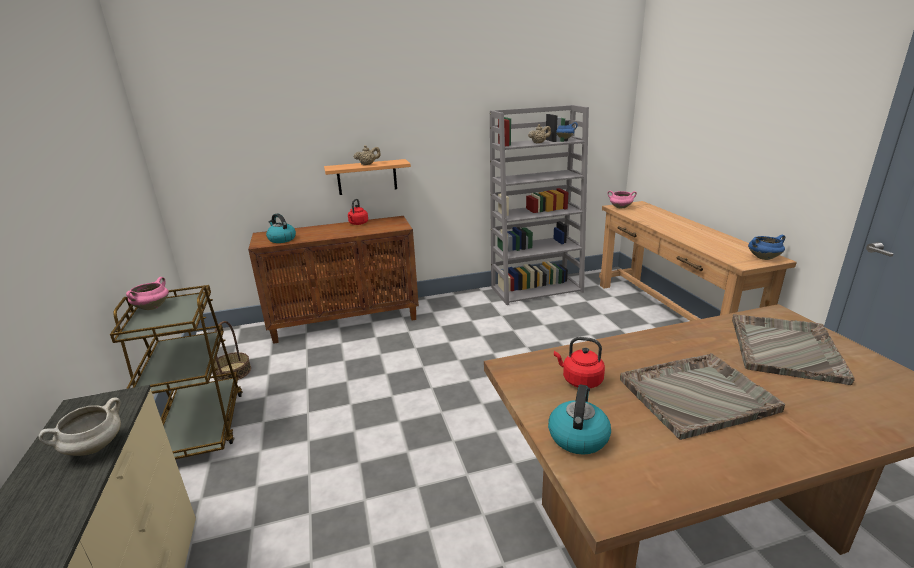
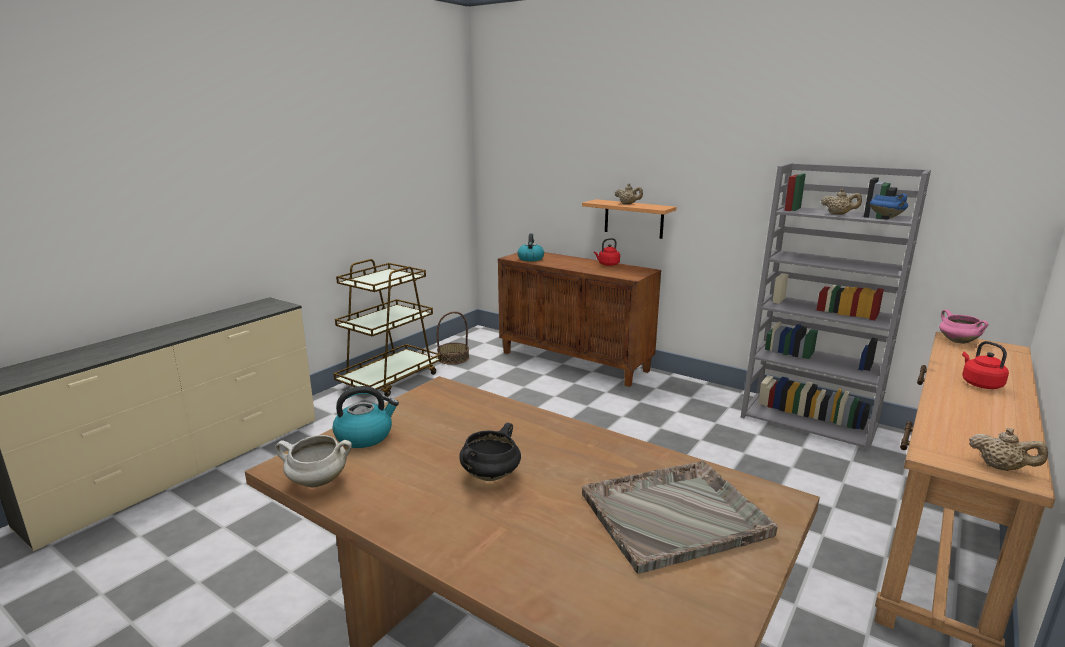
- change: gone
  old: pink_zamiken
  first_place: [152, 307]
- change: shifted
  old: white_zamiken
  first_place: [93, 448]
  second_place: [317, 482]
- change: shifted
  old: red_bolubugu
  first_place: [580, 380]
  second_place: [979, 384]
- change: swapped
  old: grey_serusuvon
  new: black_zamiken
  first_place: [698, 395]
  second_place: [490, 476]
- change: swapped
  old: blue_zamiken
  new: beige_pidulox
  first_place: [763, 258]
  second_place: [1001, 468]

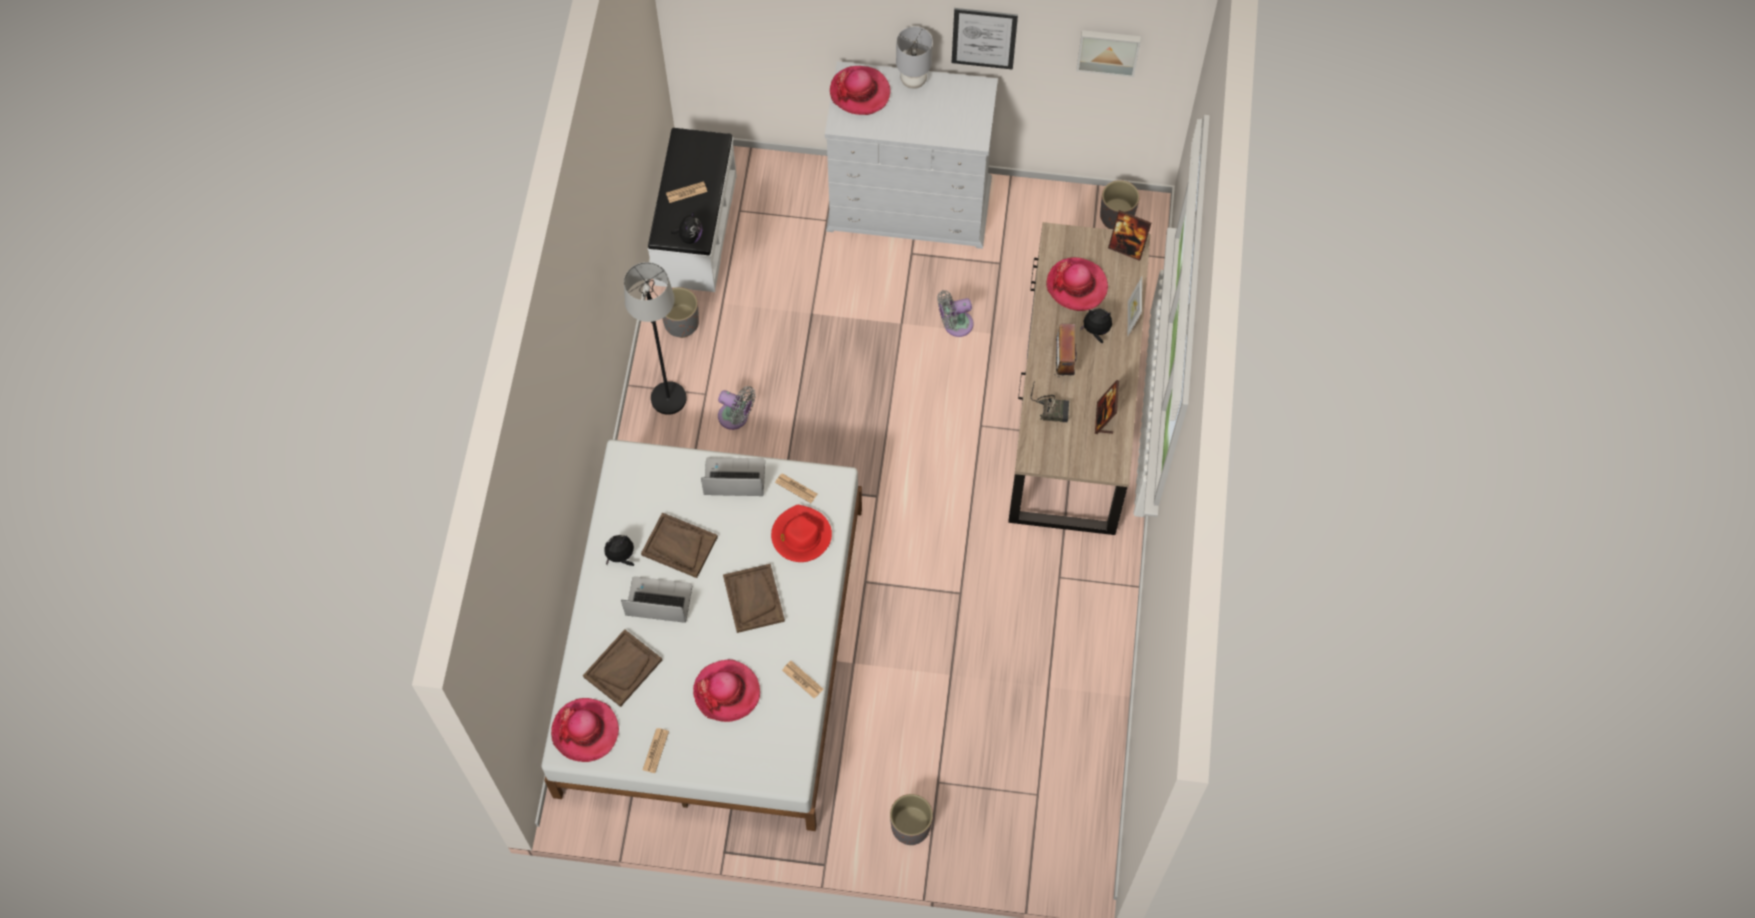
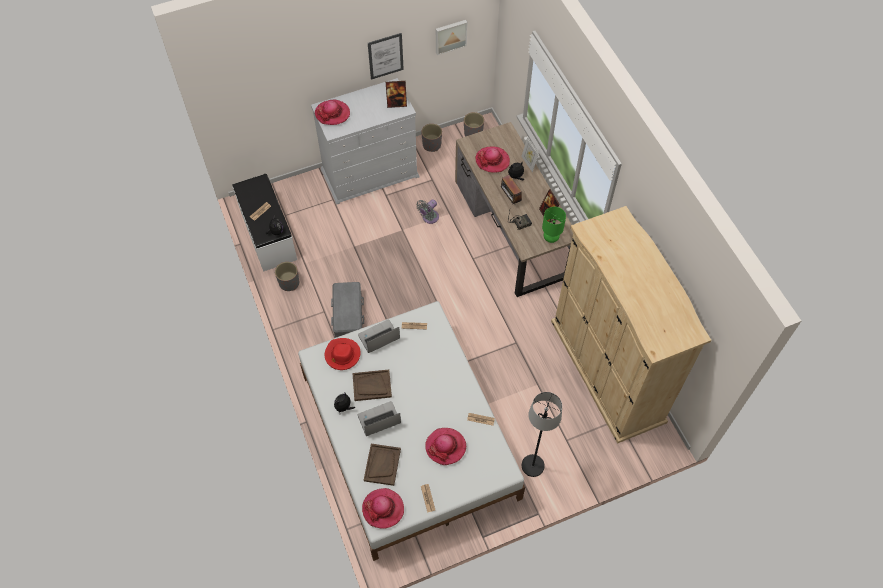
- change: gone
  old: brown_serusuvon
  first_place: [753, 599]
- change: gone
  old: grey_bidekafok
  first_place: [913, 80]
- change: new
  new: green_bidekafok
  second_place: [551, 238]
- change: new
  new: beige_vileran
  second_place: [607, 370]
- change: shifted
  old: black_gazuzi
  first_place: [669, 399]
  second_place: [533, 466]
- change: shifted
  old: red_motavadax
  first_place: [801, 536]
  second_place: [342, 355]
- change: shifted
  old: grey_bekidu
  first_place: [910, 826]
  second_place: [431, 145]
- change: shifted
  old: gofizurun
  first_place: [1127, 248]
  second_place: [396, 103]
- change: swapped
  old: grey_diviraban
  new: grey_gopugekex
  first_place: [736, 417]
  second_place: [347, 315]

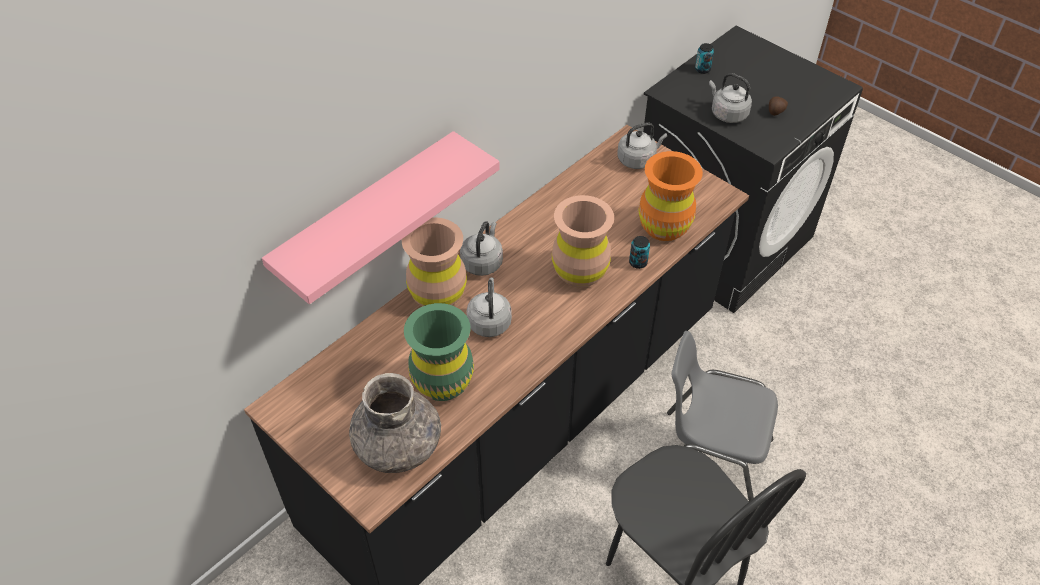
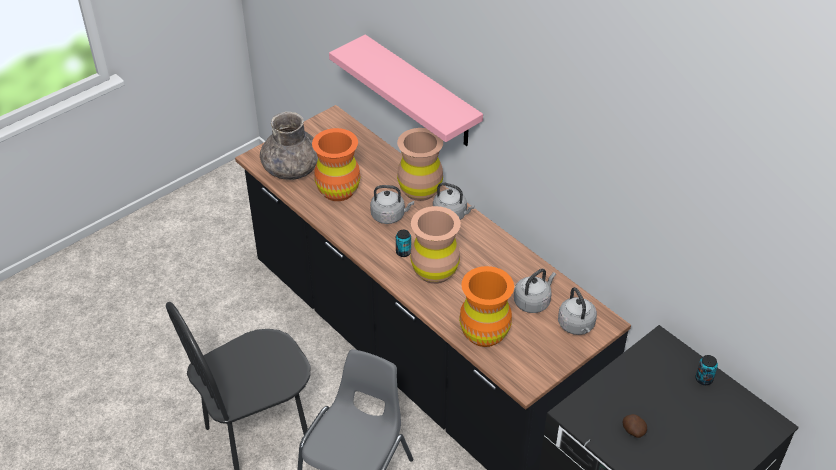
- change: shifted
  old: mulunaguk
  first_place: [638, 262]
  second_place: [403, 252]
- change: shifted
  old: grey_bolubugu
  first_place: [727, 113]
  second_place: [533, 301]
- change: repainted
  old: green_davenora
  new: orange_davenora
  first_place: [442, 382]
  second_place: [338, 190]

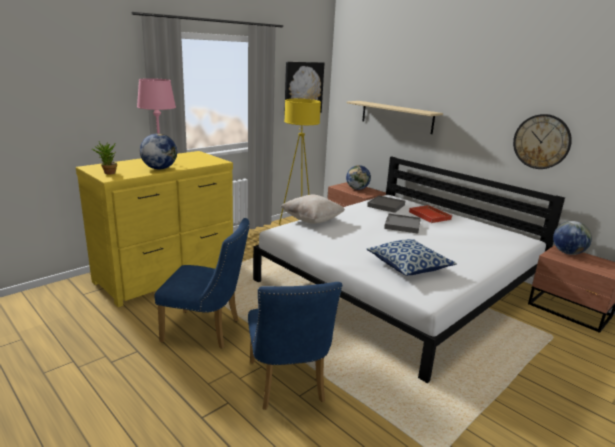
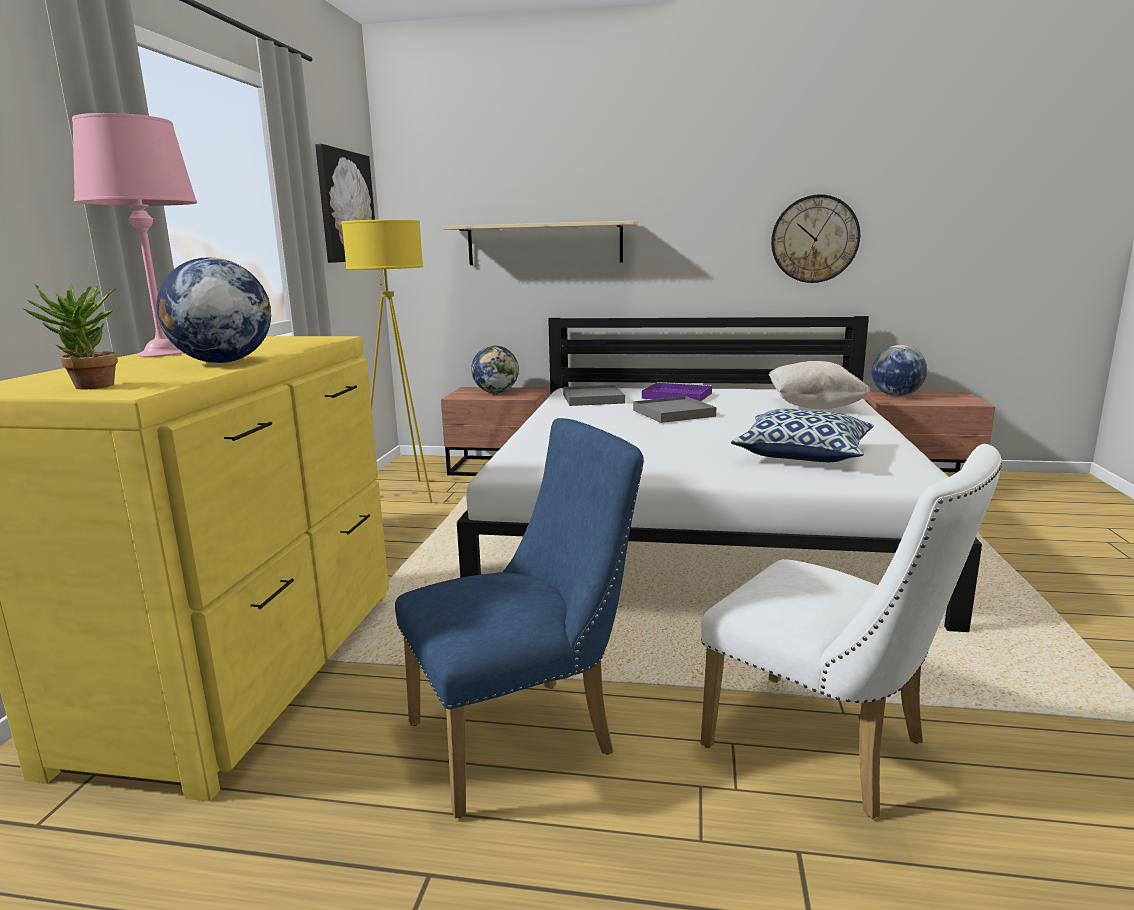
- change: shifted
  old: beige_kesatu
  first_place: [312, 220]
  second_place: [814, 407]
- change: repainted
  old: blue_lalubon
  new: white_lalubon
  first_place: [287, 386]
  second_place: [829, 750]
- change: repainted
  old: red_serusuvon
  new: purple_serusuvon
  first_place: [429, 215]
  second_place: [675, 396]

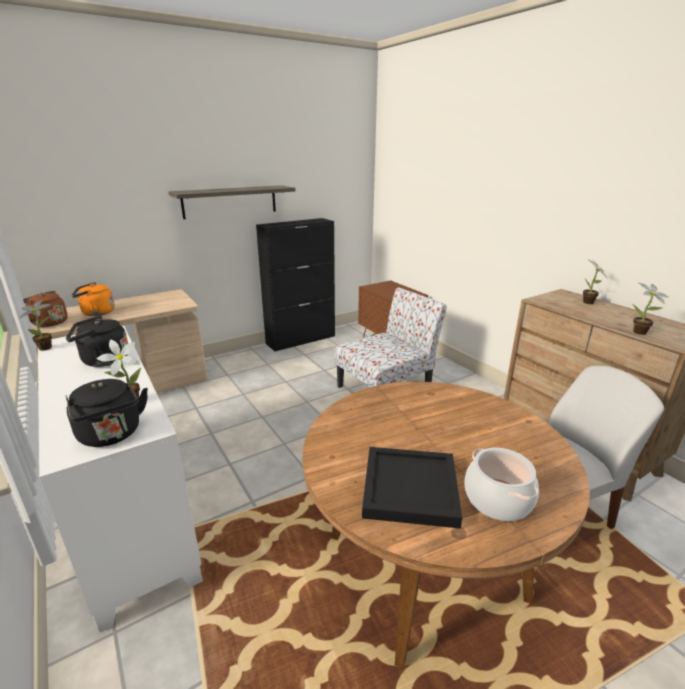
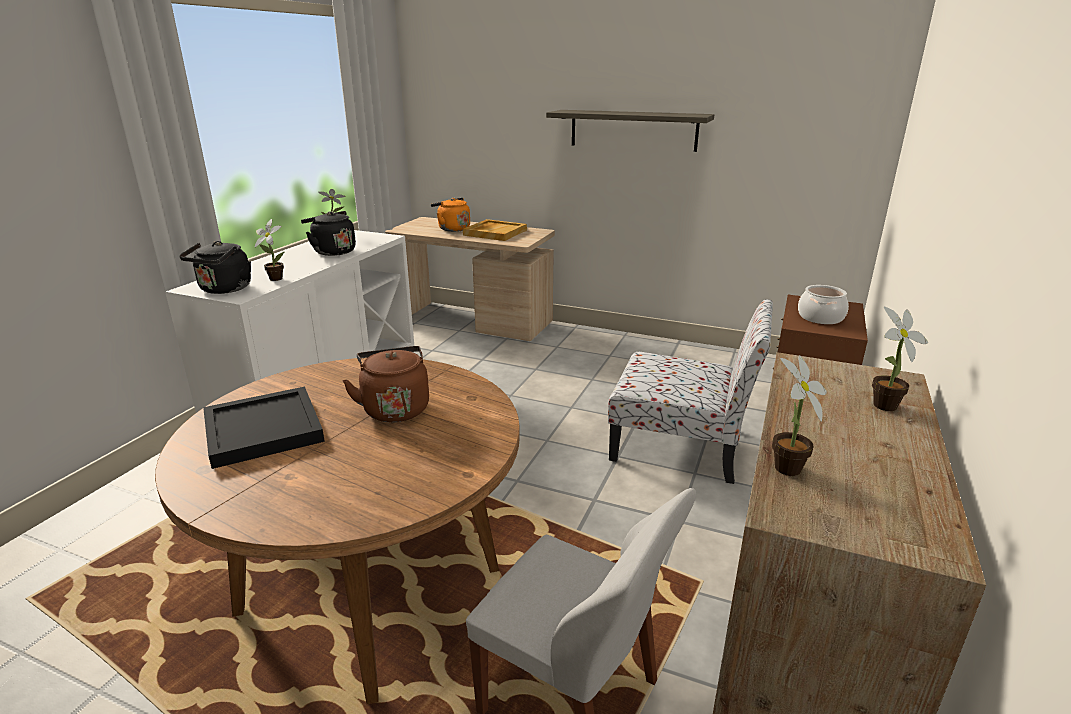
- change: gone
  old: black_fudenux
  first_place: [301, 339]
- change: new
  new: beige_serusuvon
  second_place: [495, 232]
- change: shifted
  old: brown_bolubugu
  first_place: [48, 323]
  second_place: [395, 408]
- change: shifted
  old: zamiken
  first_place: [497, 499]
  second_place: [820, 317]

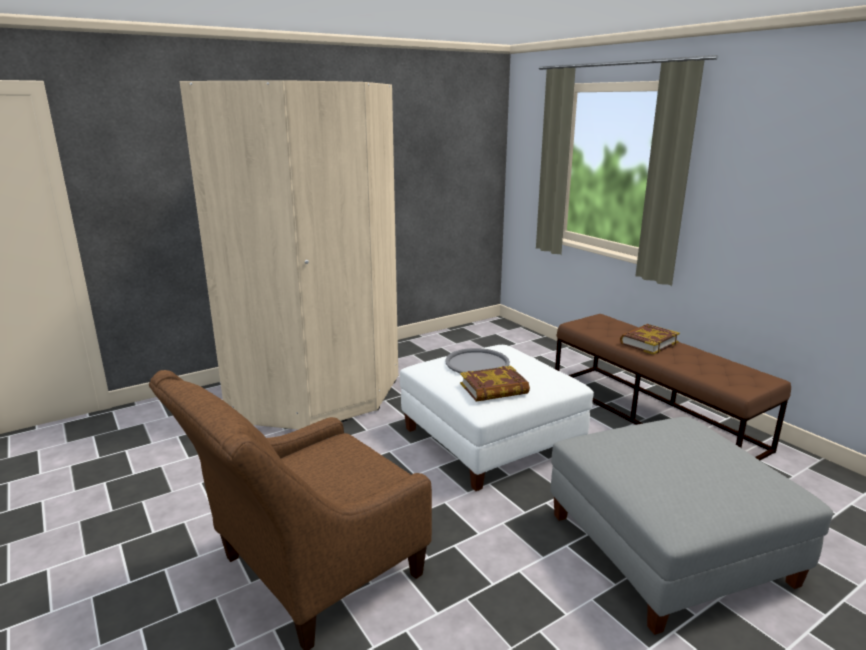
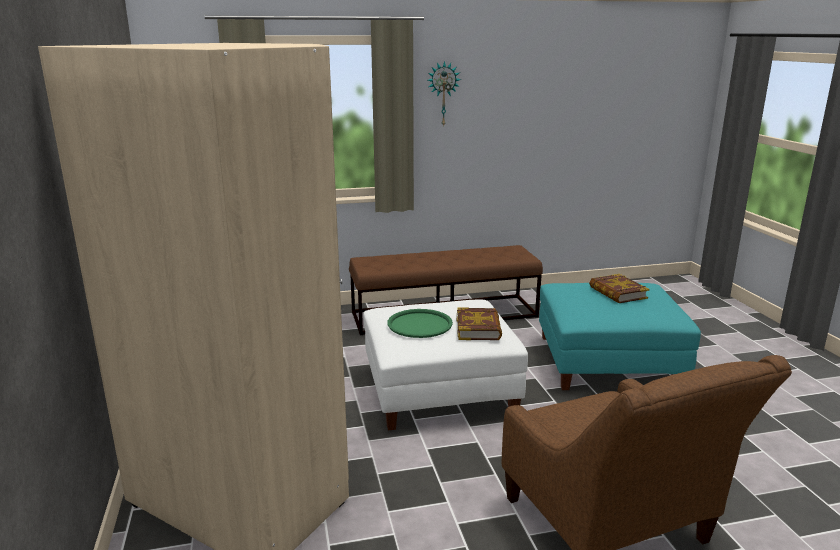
- change: new
  new: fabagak
  second_place: [443, 94]
- change: shifted
  old: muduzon
  first_place: [648, 343]
  second_place: [617, 293]
- change: repainted
  old: grey_serusuvon
  new: green_serusuvon
  first_place: [477, 363]
  second_place: [419, 324]
- change: repainted
  old: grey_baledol
  new: turquoise_baledol
  first_place: [670, 548]
  second_place: [608, 361]

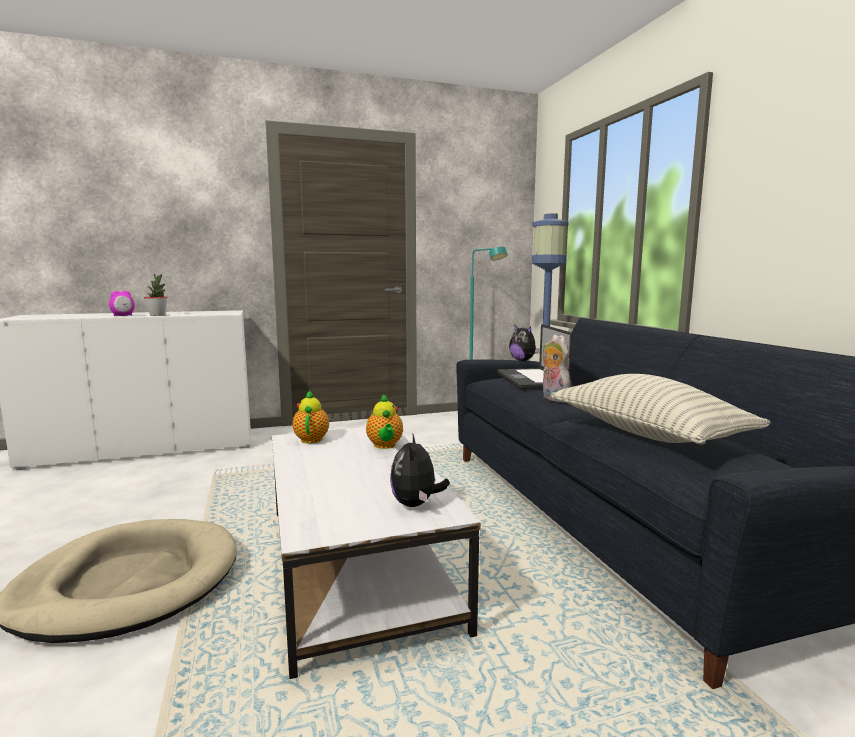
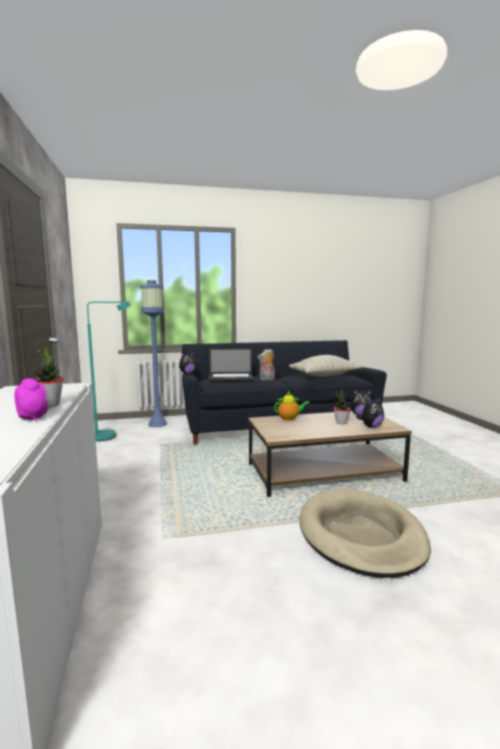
- change: gone
  old: pidulox
  first_place: [312, 439]
- change: new
  new: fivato
  second_place: [341, 422]
- change: new
  new: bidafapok
  second_place: [371, 426]
- change: repainted
  old: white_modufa
  new: brown_modufa
  first_place: [358, 565]
  second_place: [324, 472]

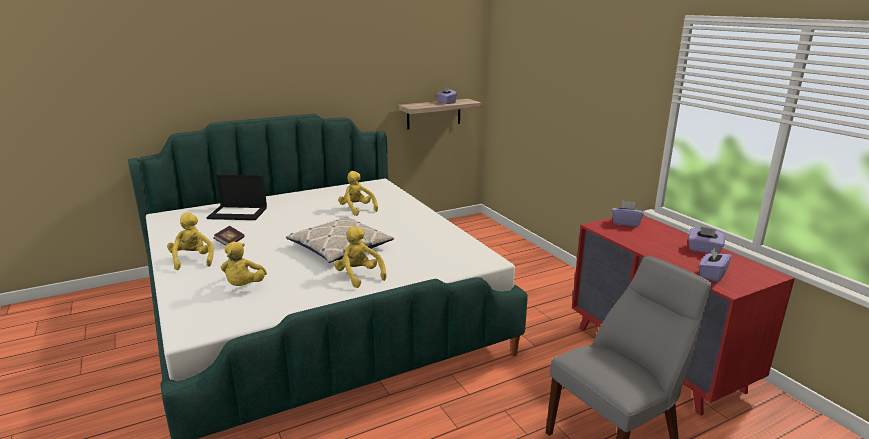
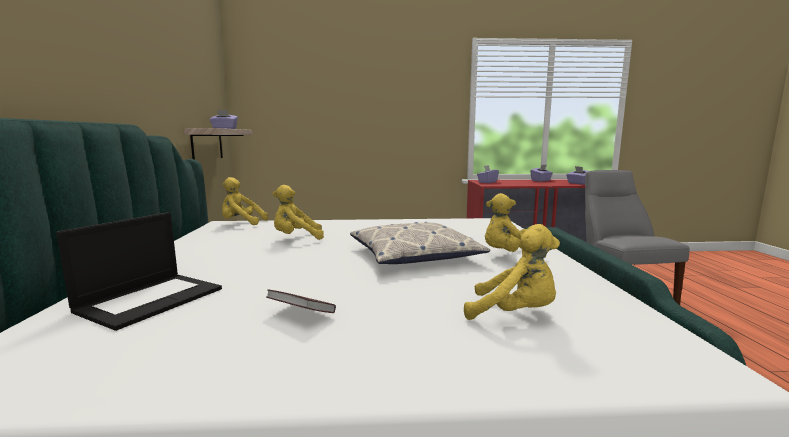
- change: shifted
  old: yellow_bidafapok
  first_place: [193, 260]
  second_place: [241, 223]

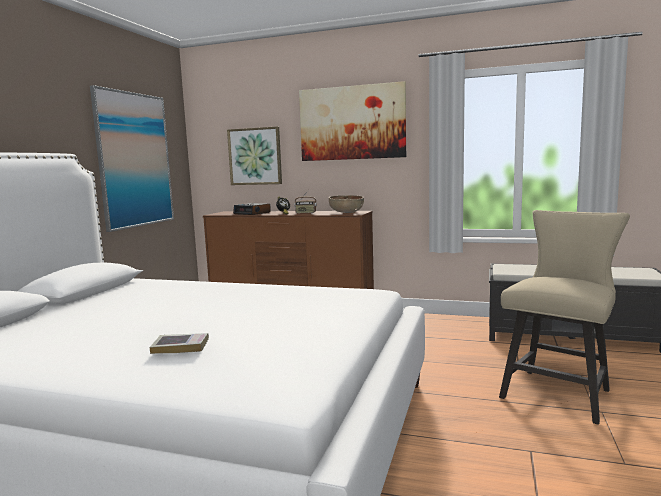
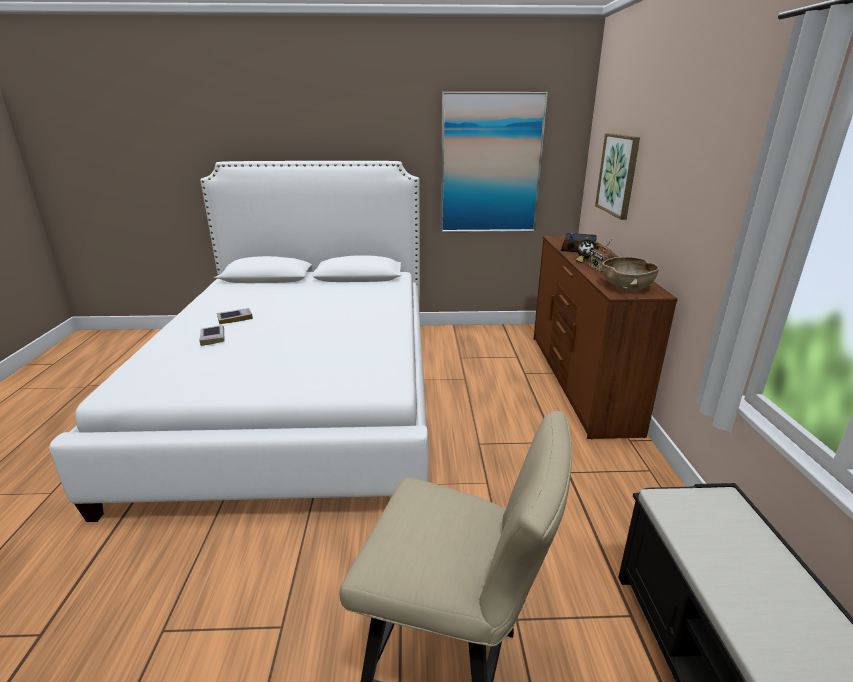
- change: gone
  old: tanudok
  first_place: [352, 123]
- change: new
  new: muduzon
  second_place: [235, 318]

